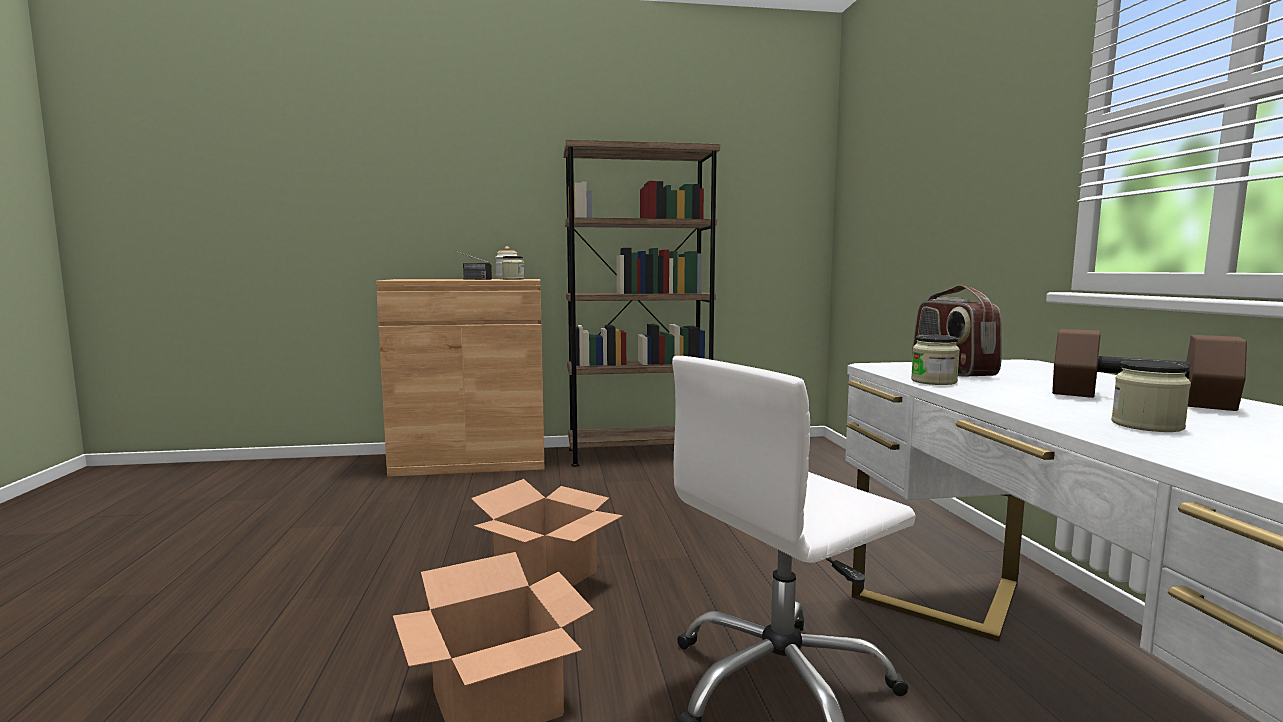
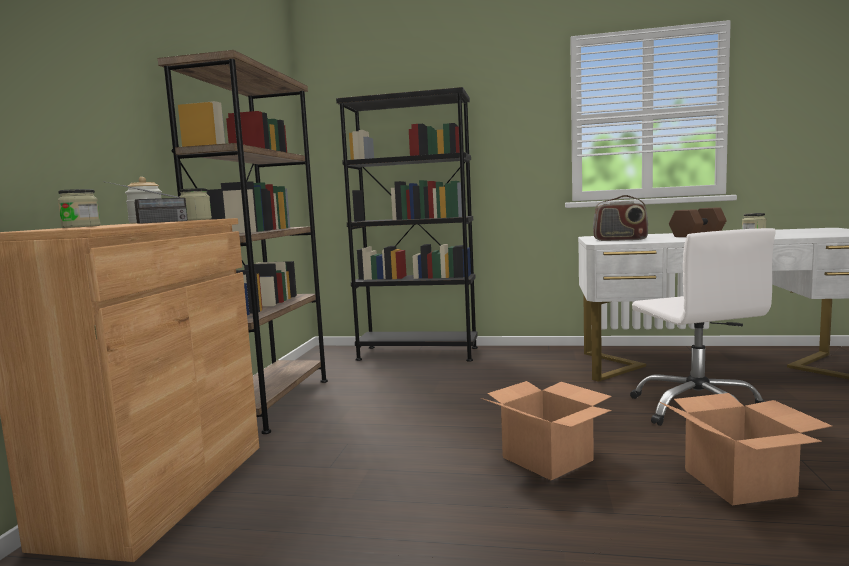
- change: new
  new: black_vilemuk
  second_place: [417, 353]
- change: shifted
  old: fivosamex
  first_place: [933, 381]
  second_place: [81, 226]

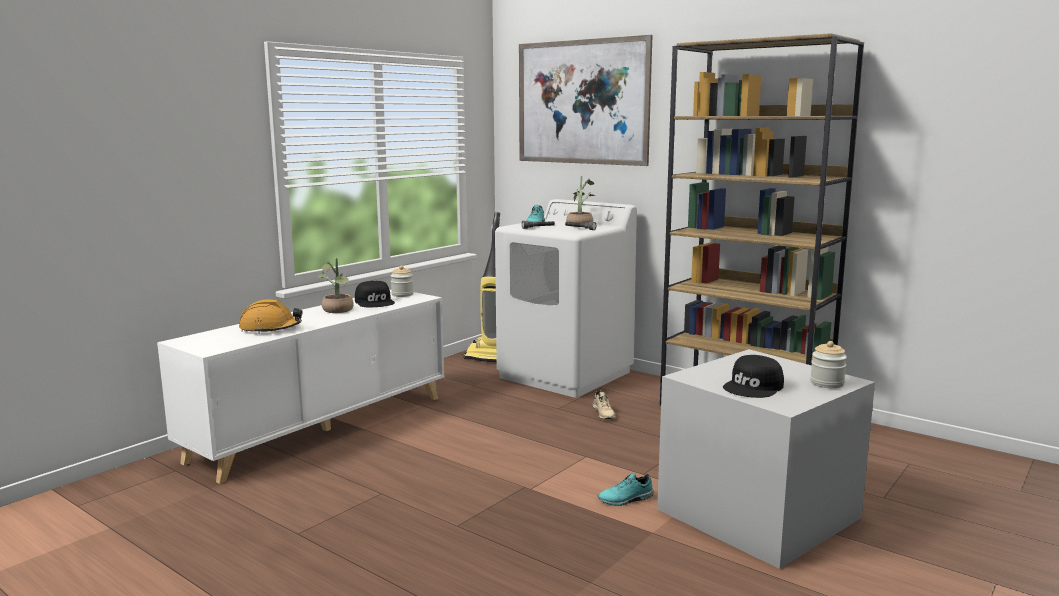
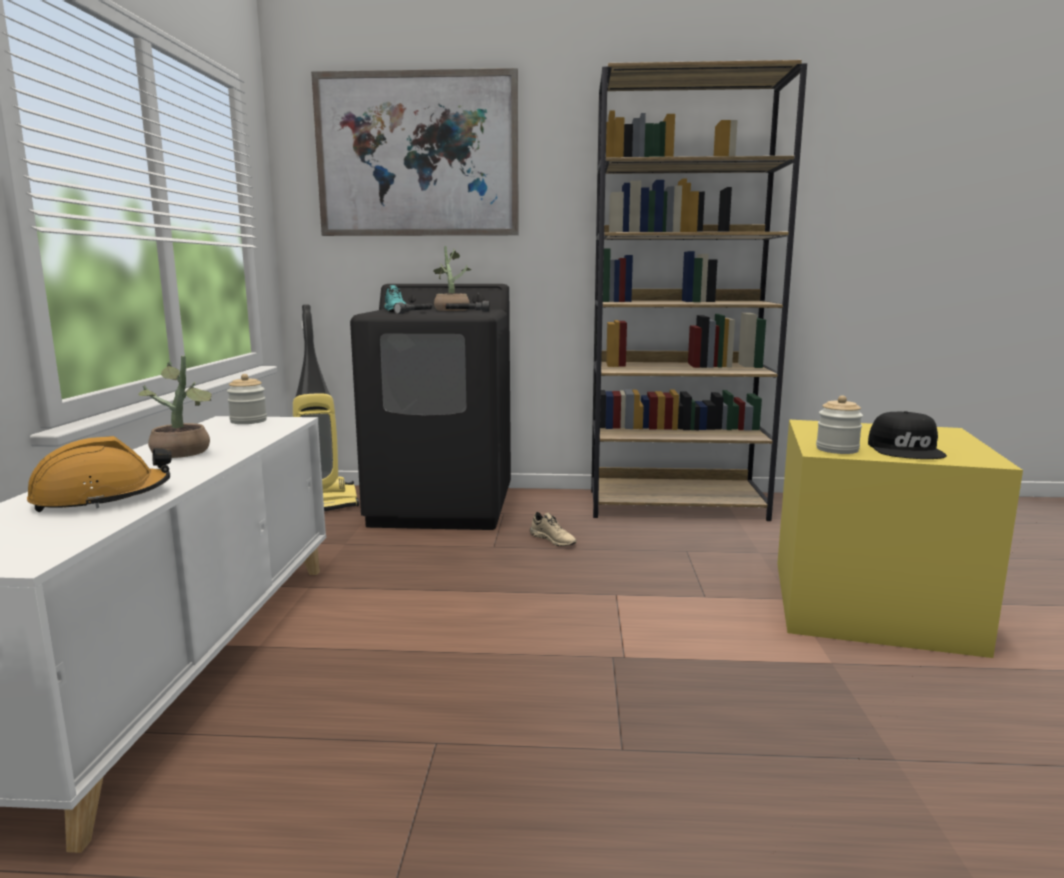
- change: gone
  old: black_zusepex
  first_place: [375, 302]
- change: gone
  old: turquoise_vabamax
  first_place: [626, 500]
- change: shifted
  old: fivosamex
  first_place: [827, 383]
  second_place: [837, 449]
- change: repainted
  old: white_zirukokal
  new: black_zirukokal
  first_place: [565, 375]
  second_place: [442, 507]
- change: repainted
  old: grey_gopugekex
  new: yellow_gopugekex
  first_place: [761, 513]
  second_place: [872, 603]

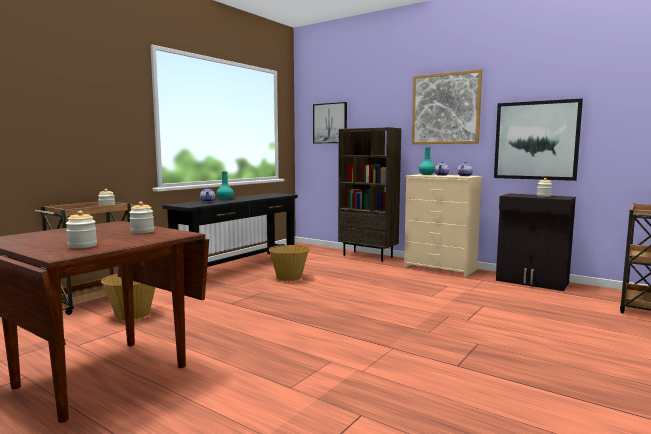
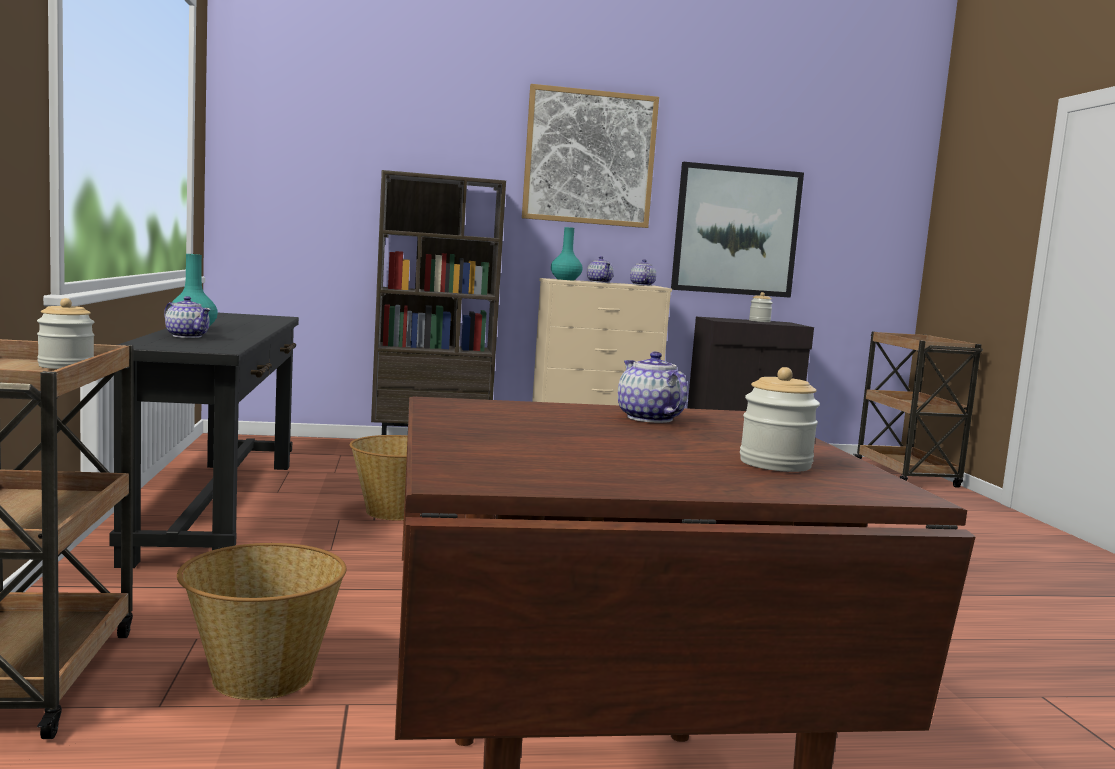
- change: gone
  old: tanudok
  first_place: [330, 123]
- change: swapped
  old: fivosamex
  new: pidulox
  first_place: [142, 231]
  second_place: [649, 418]

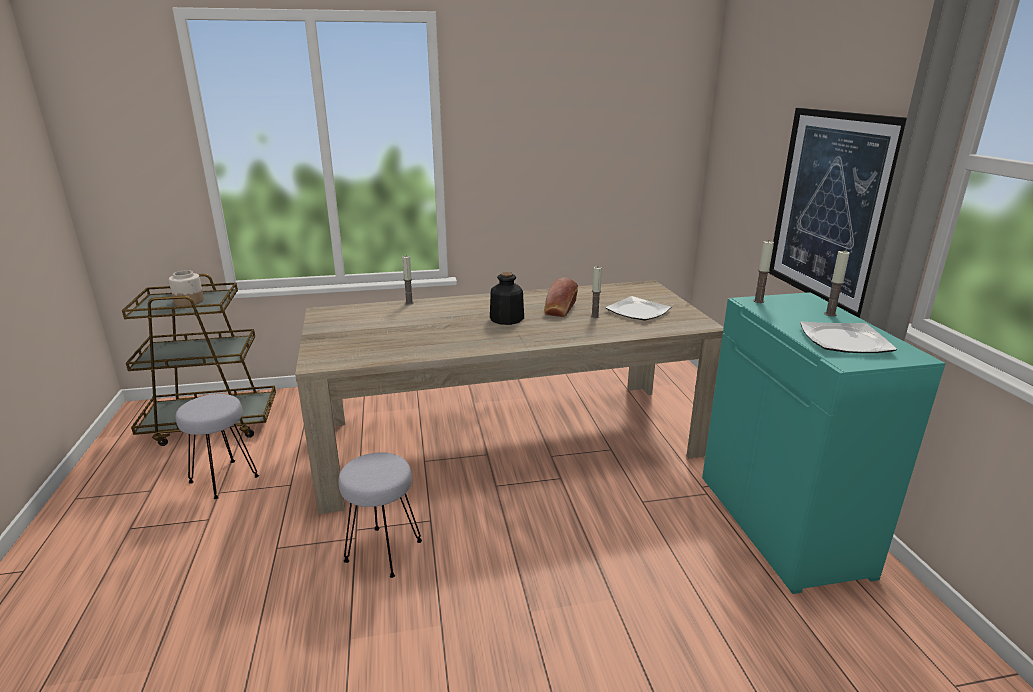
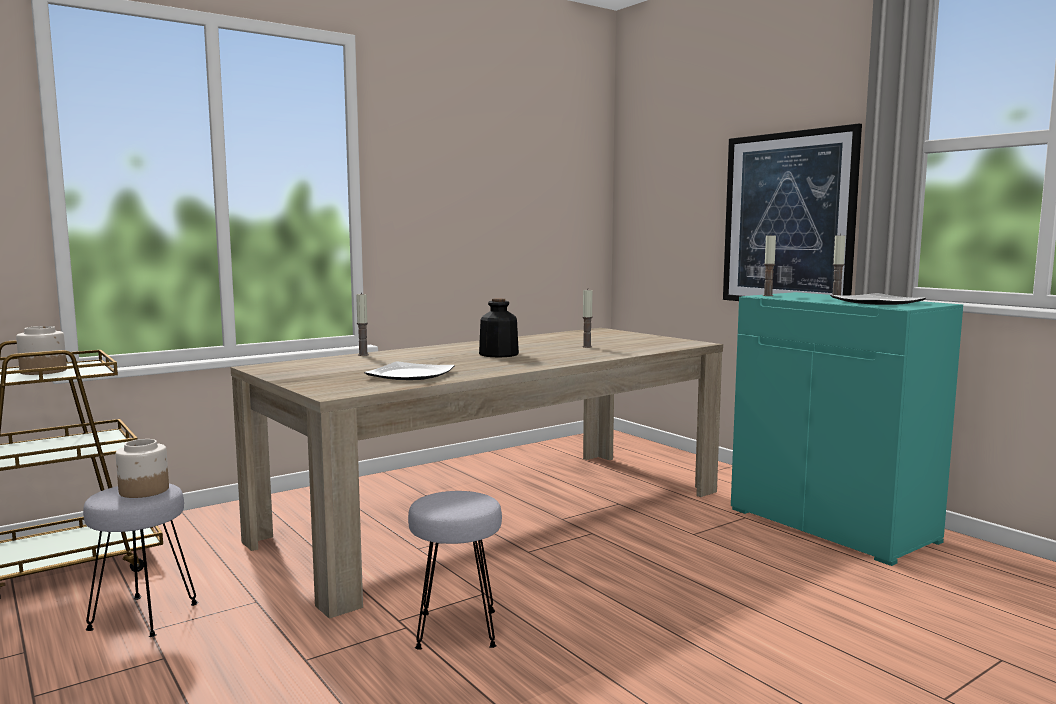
- change: gone
  old: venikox
  first_place: [560, 309]
- change: new
  new: fivosamex
  second_place: [143, 491]
- change: shifted
  old: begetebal
  first_place: [638, 311]
  second_place: [411, 375]

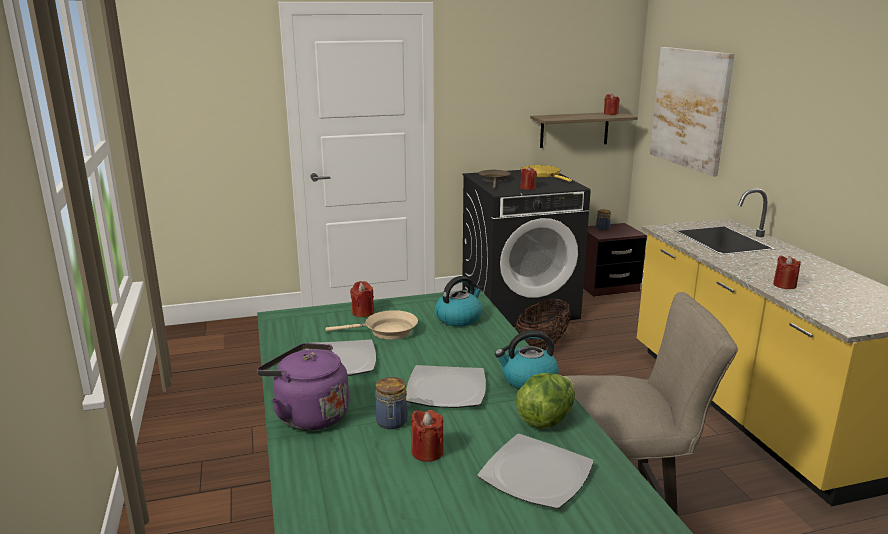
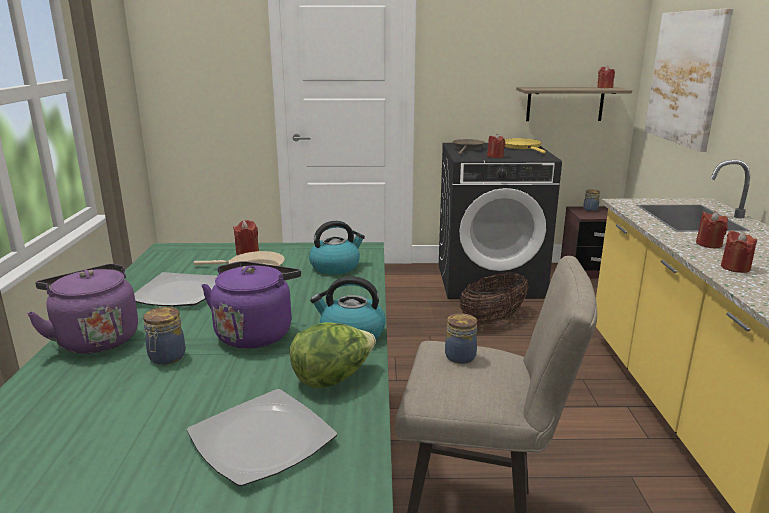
- change: new
  new: fivosamex
  second_place: [460, 356]
- change: shifted
  old: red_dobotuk
  first_place: [427, 452]
  second_place: [709, 244]
- change: swapped
  old: begetebal
  new: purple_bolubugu
  first_place: [447, 389]
  second_place: [256, 333]

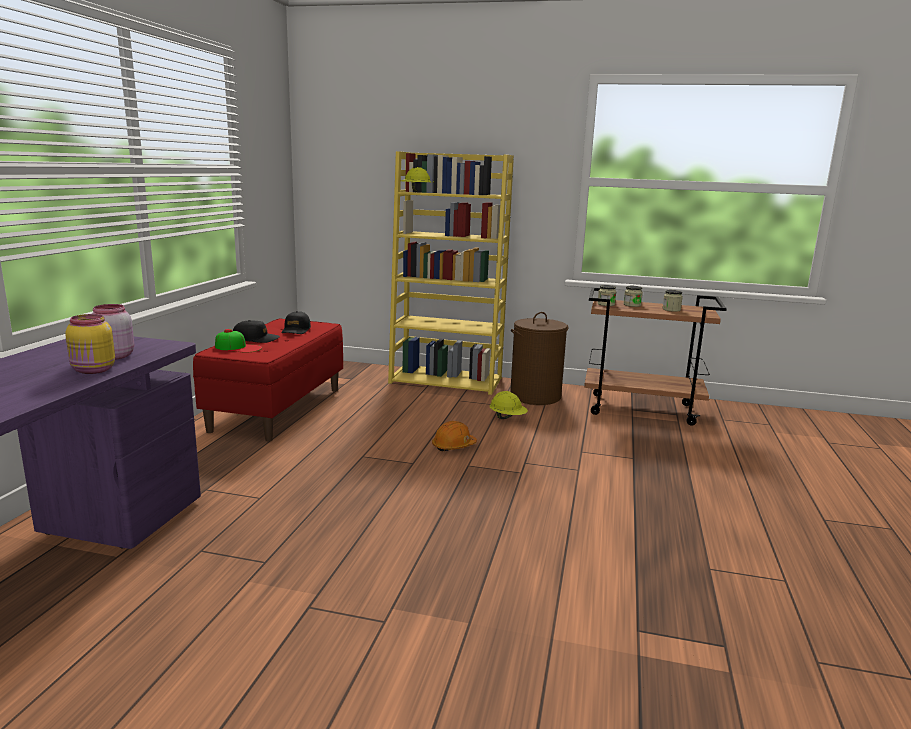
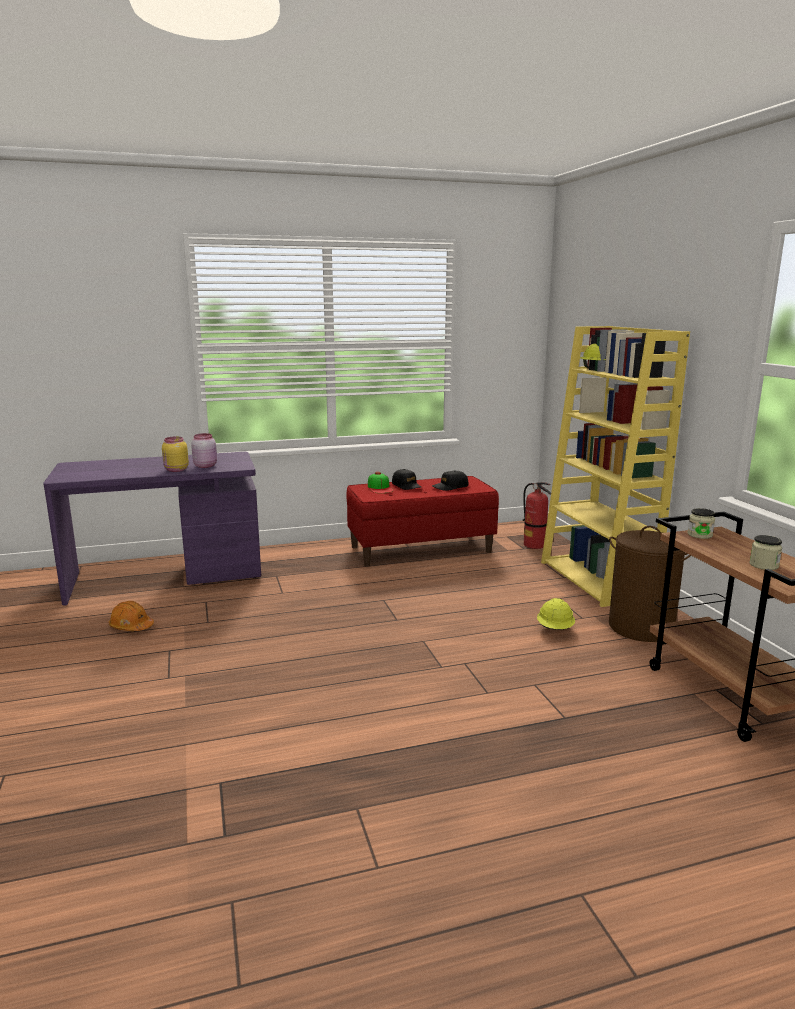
- change: gone
  old: fivosamex
  first_place: [632, 305]
- change: new
  new: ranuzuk
  second_place: [534, 545]
- change: shifted
  old: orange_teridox
  first_place: [453, 446]
  second_place: [131, 626]

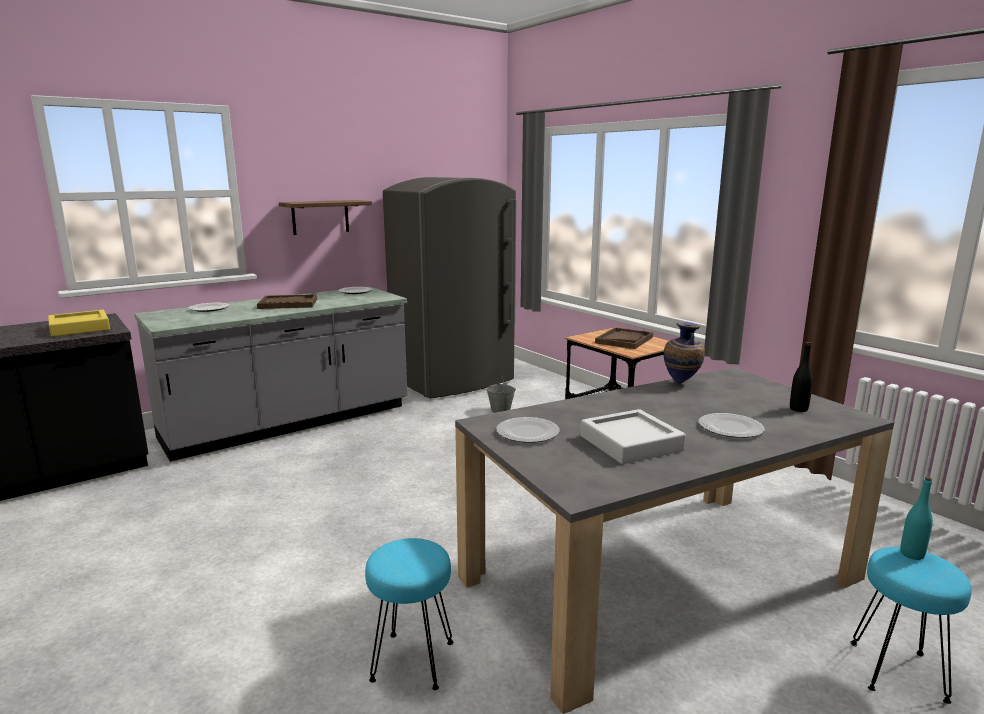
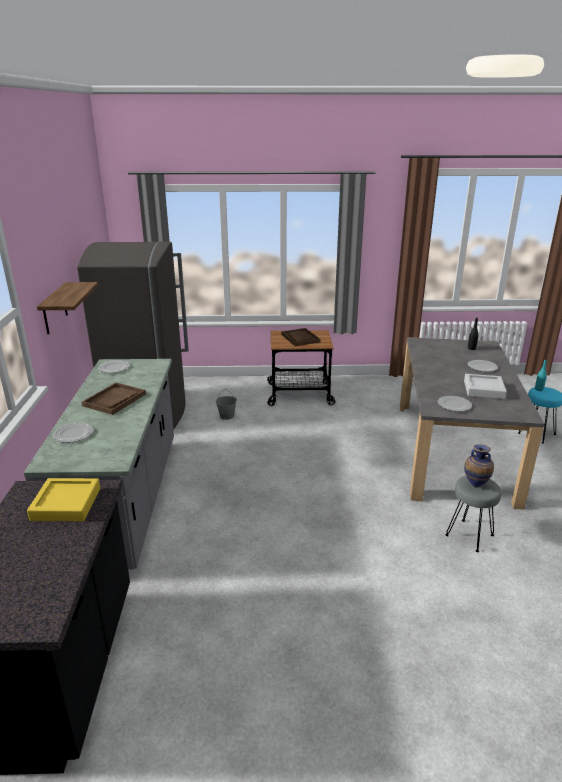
- change: shifted
  old: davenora
  first_place: [682, 383]
  second_place: [475, 485]
- change: repainted
  old: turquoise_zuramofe
  new: grey_zuramofe
  first_place: [411, 660]
  second_place: [469, 536]

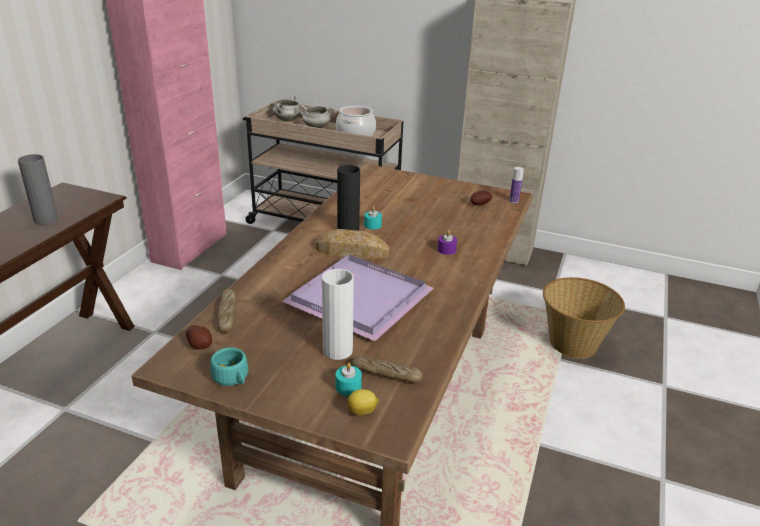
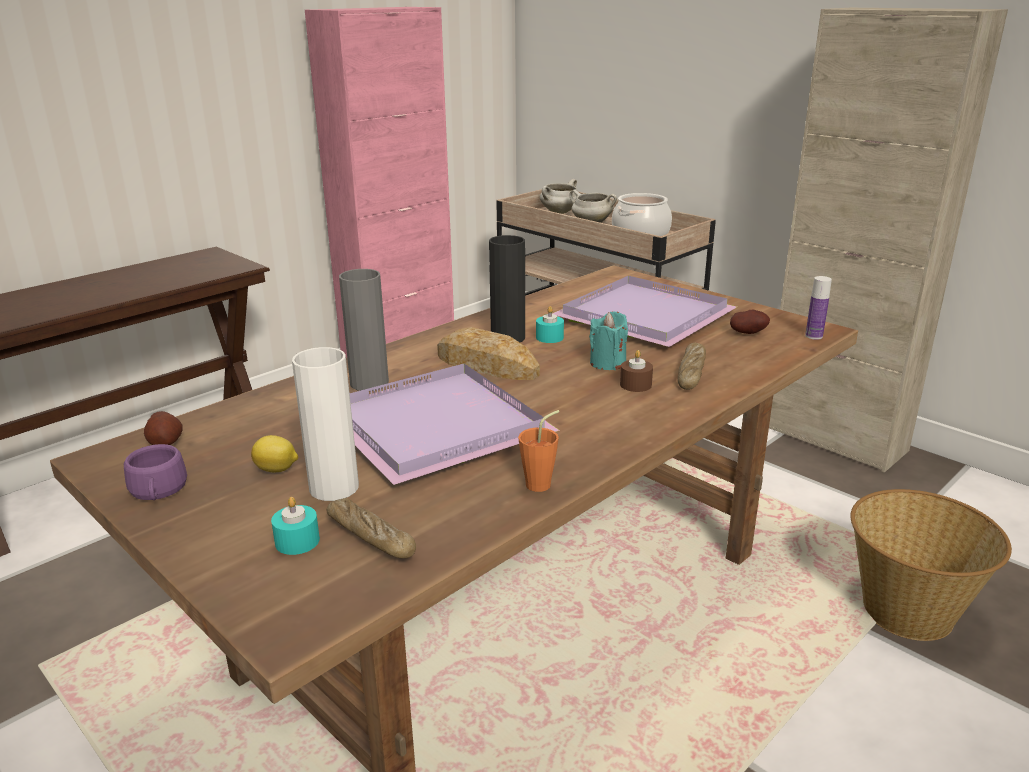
- change: new
  new: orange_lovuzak
  second_place: [542, 483]
- change: new
  new: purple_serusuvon
  second_place: [648, 316]
- change: new
  new: turquoise_dobotuk
  second_place: [608, 363]
- change: shifted
  old: grey_davenora
  first_place: [46, 219]
  second_place: [369, 383]
- change: shifted
  old: venikox
  first_place: [227, 314]
  second_place: [691, 373]
- change: shifted
  old: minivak
  first_place: [362, 412]
  second_place: [277, 470]
- change: repainted
  old: turquoise_lovuzak
  new: purple_lovuzak
  first_place: [232, 378]
  second_place: [158, 491]
- change: repainted
  old: purple_dobotuk
  new: brown_dobotuk
  first_place: [446, 250]
  second_place: [635, 385]

